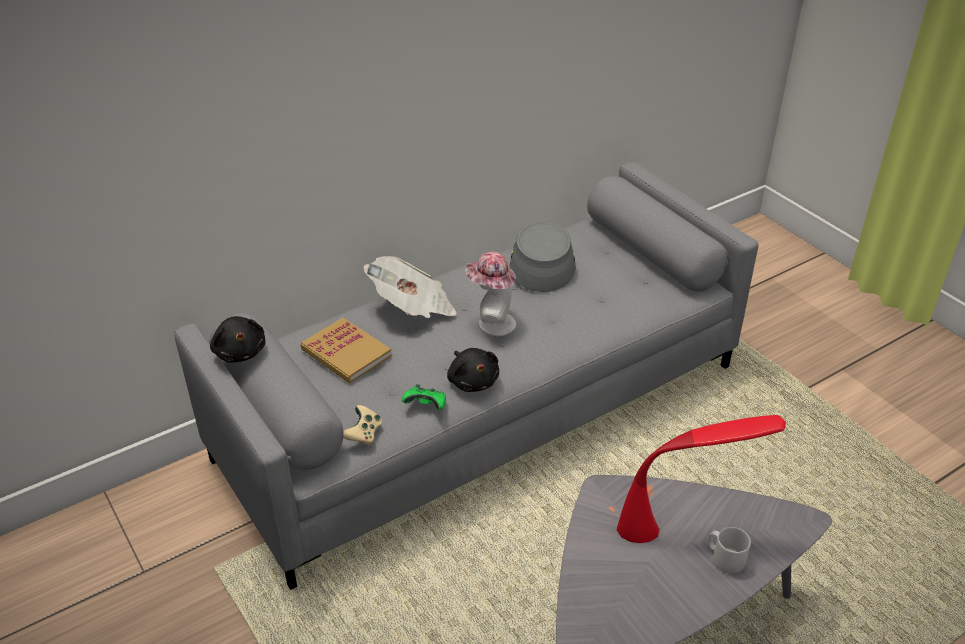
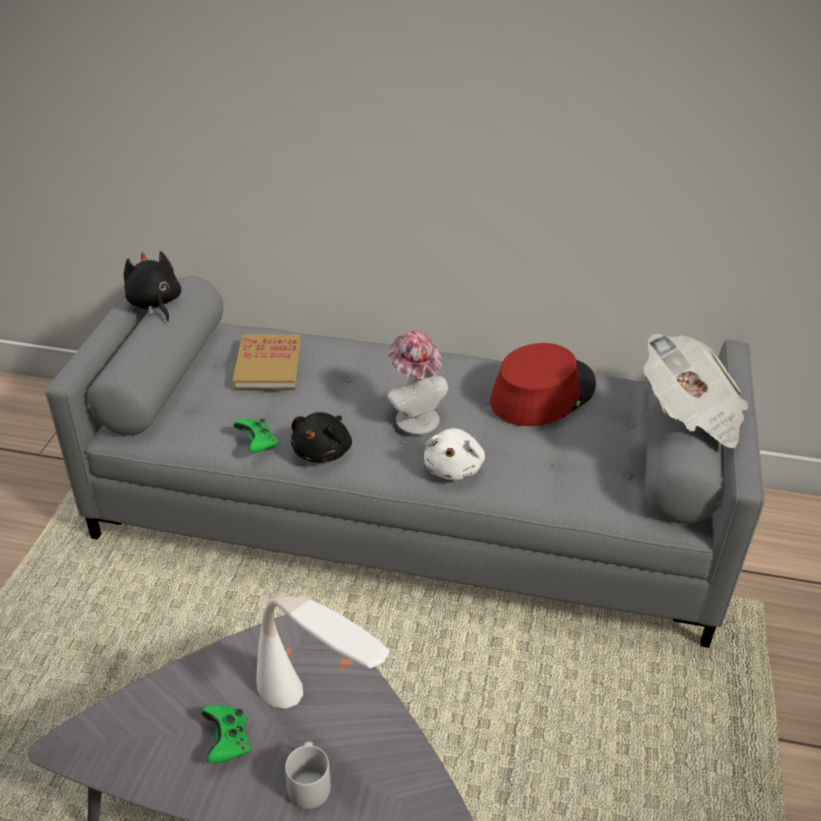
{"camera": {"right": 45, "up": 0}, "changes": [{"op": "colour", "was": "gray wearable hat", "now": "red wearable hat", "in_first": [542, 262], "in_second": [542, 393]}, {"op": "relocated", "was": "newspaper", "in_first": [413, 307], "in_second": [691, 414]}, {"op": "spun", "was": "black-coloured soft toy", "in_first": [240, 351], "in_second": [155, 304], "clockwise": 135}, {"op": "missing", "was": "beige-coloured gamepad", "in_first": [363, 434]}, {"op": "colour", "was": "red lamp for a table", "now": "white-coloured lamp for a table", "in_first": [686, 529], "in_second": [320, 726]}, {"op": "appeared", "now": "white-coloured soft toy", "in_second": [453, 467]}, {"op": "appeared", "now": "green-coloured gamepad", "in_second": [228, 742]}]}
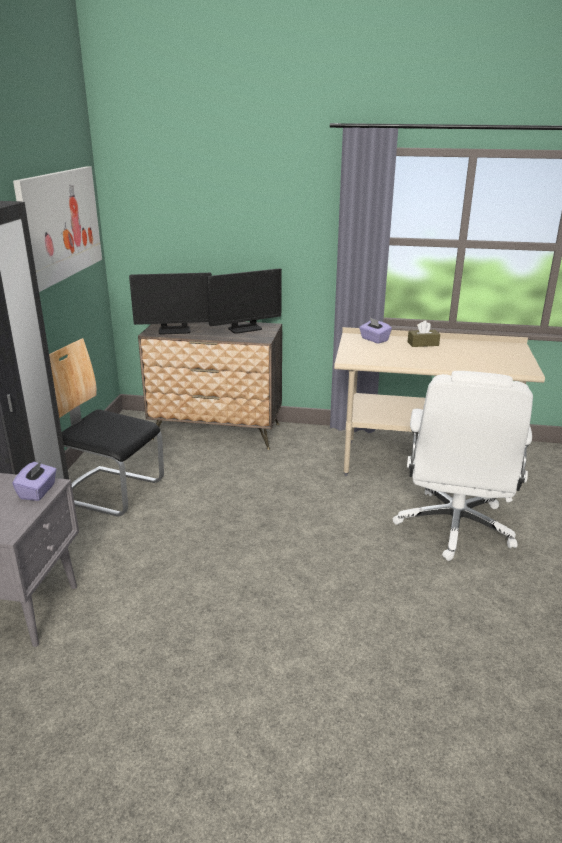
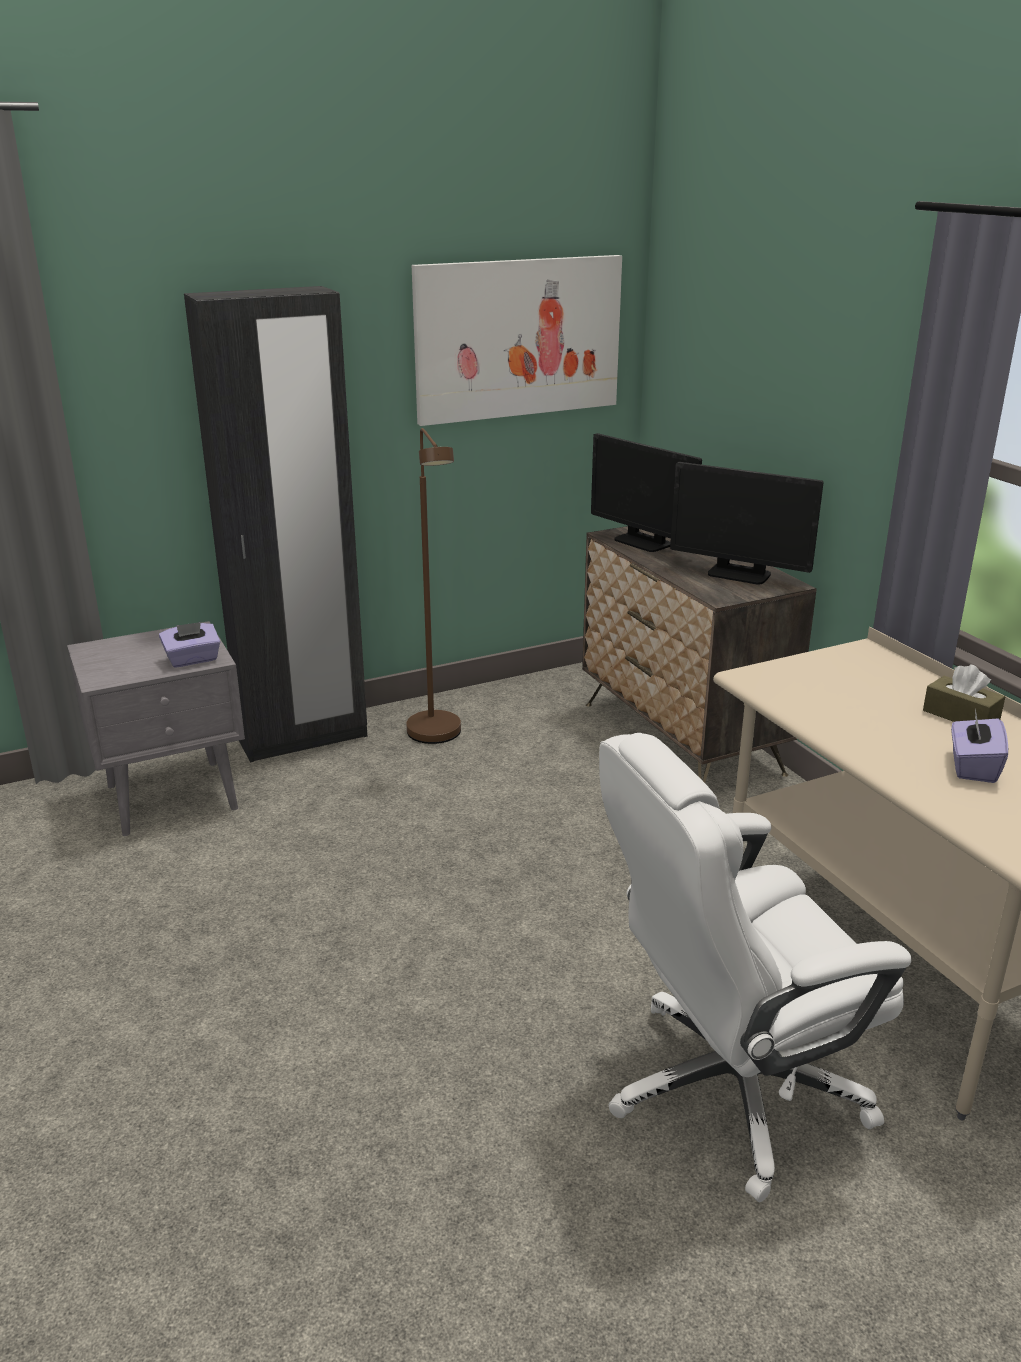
{"camera": {"right": 55, "up": 0}, "changes": [{"op": "relocated", "was": "purple box of tissues", "in_first": [374, 339], "in_second": [972, 767]}, {"op": "exchanged", "was": "chair", "now": "brownish floor lamp", "in_first": [111, 491], "in_second": [437, 738]}]}
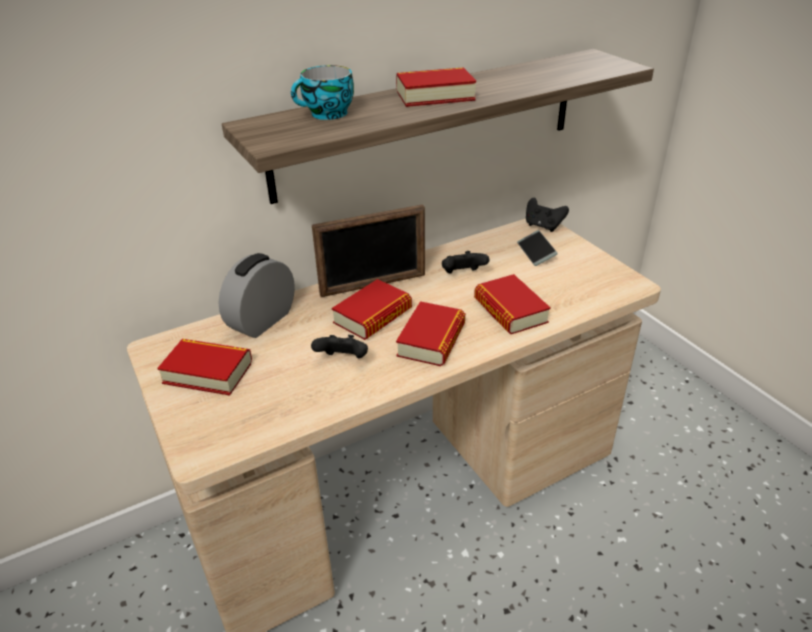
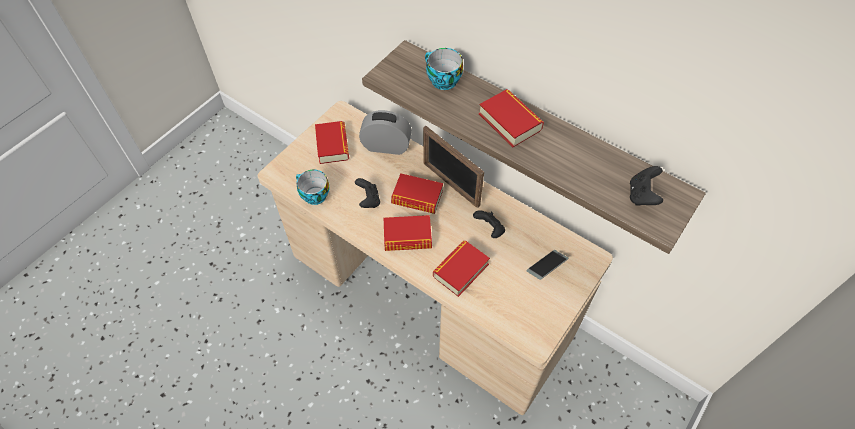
{"camera": {"right": 65, "up": 20}, "changes": [{"op": "relocated", "was": "black-coloured gamepad", "in_first": [543, 226], "in_second": [642, 195]}, {"op": "appeared", "now": "drinking cup", "in_second": [313, 196]}]}
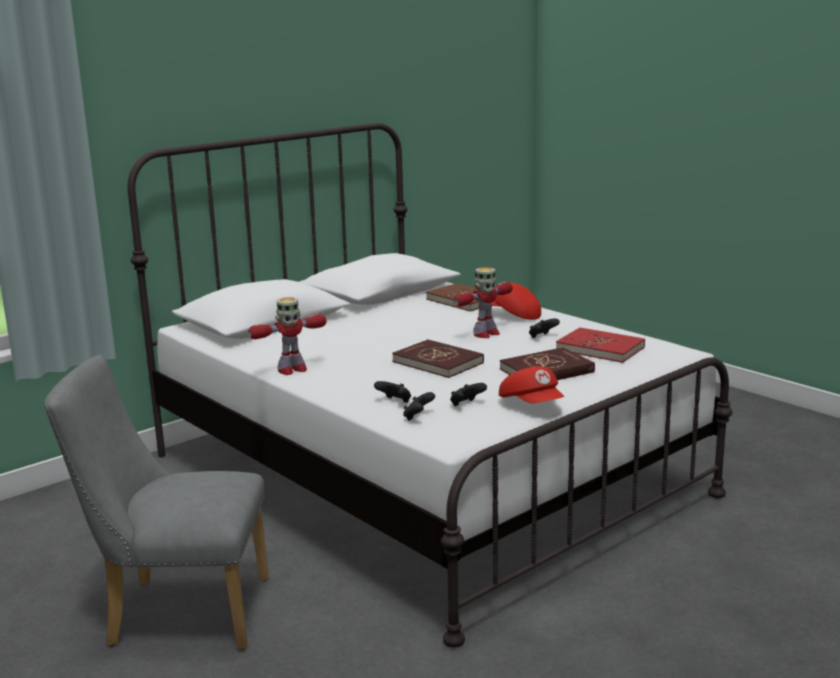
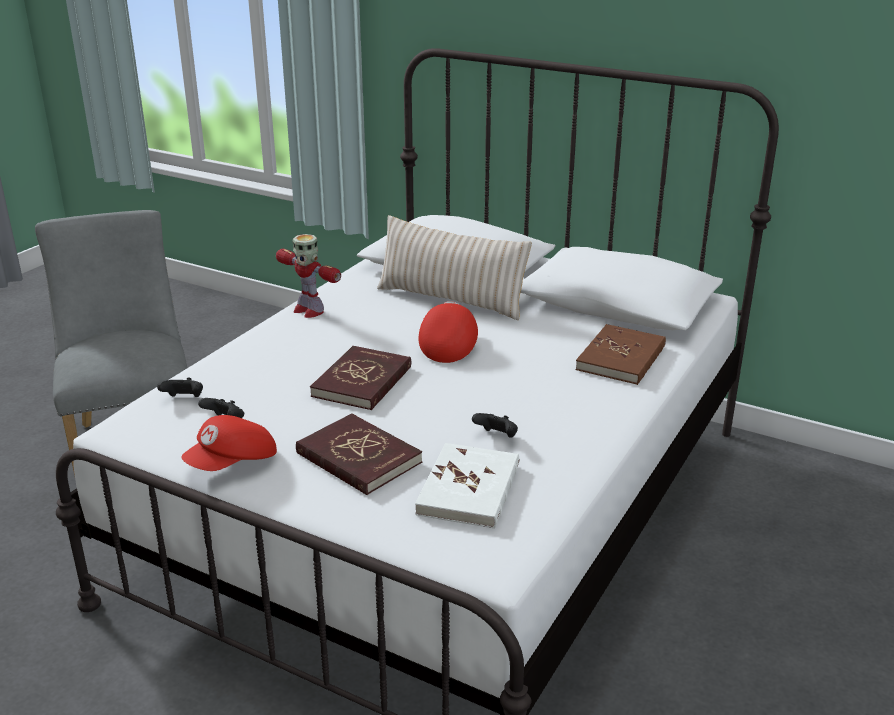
{"camera": {"right": 70, "up": 10}, "changes": [{"op": "missing", "was": "model robot", "in_first": [485, 334]}, {"op": "relocated", "was": "red peaked cap", "in_first": [512, 315], "in_second": [448, 345]}, {"op": "colour", "was": "red bound book", "now": "white-coloured bound book", "in_first": [600, 349], "in_second": [469, 489]}, {"op": "missing", "was": "black-coloured gamepad", "in_first": [395, 402]}, {"op": "appeared", "now": "beige-coloured cushion", "in_second": [451, 299]}]}
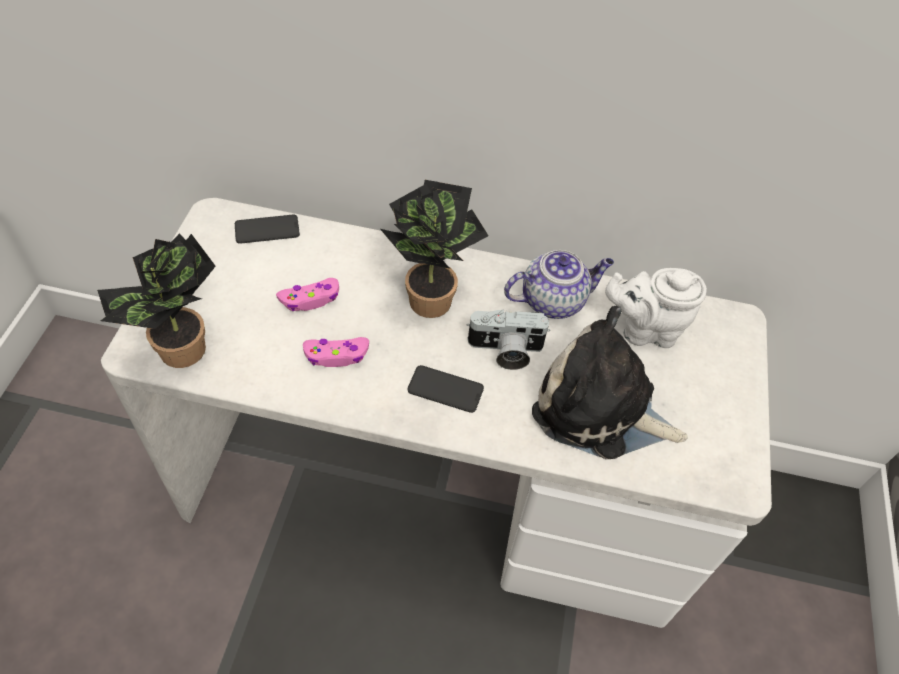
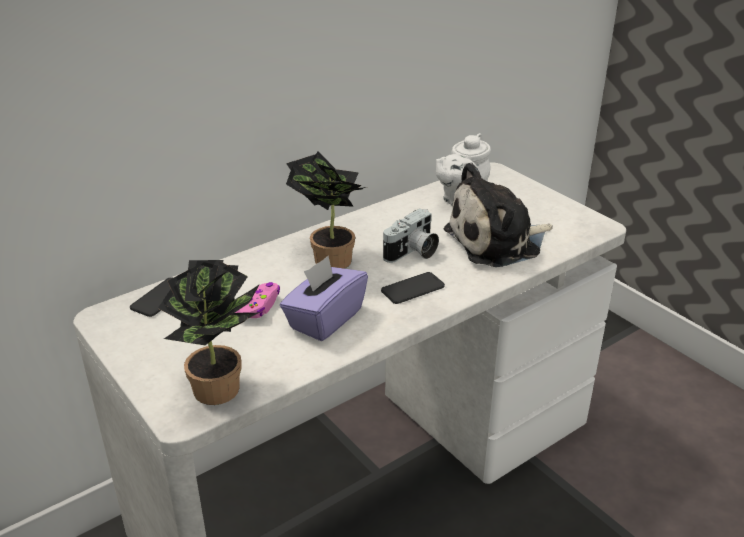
{"camera": {"right": -45, "up": -20}, "changes": [{"op": "missing", "was": "tea pot", "in_first": [553, 300]}, {"op": "exchanged", "was": "pinkish gamepad", "now": "purple box of tissues", "in_first": [336, 355], "in_second": [325, 319]}]}
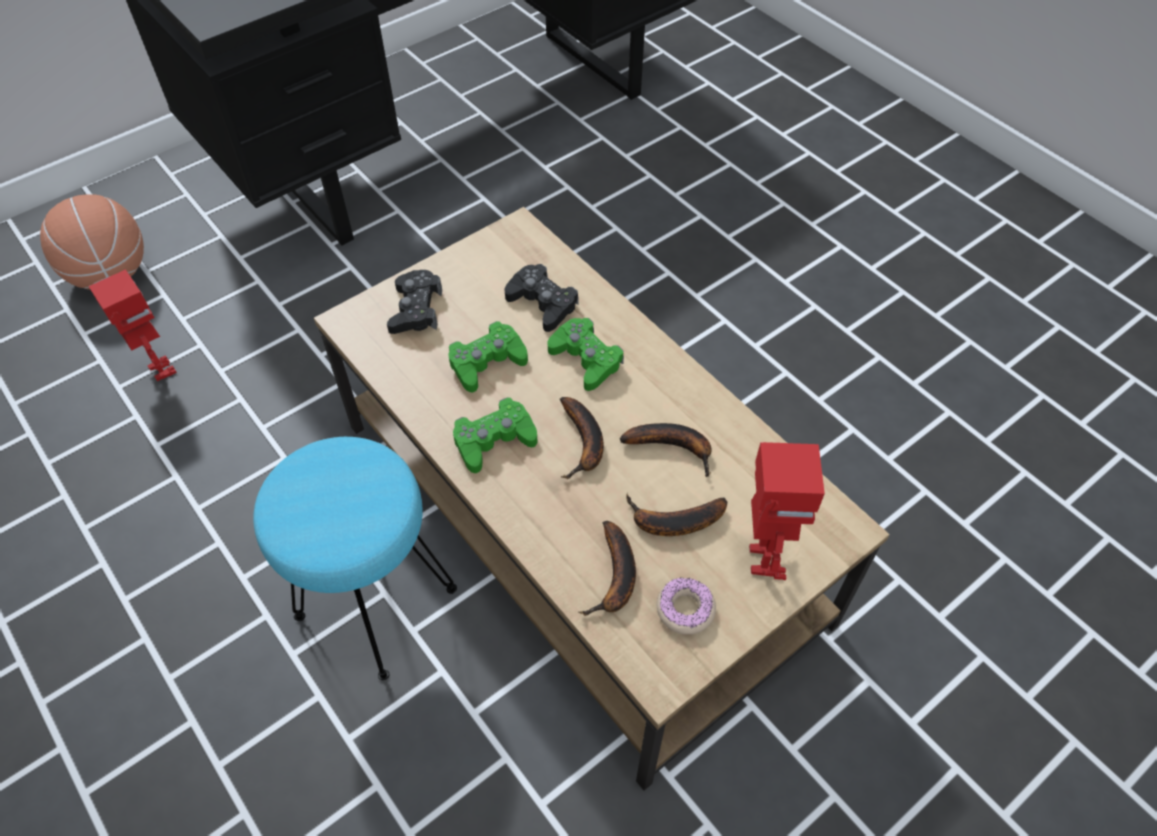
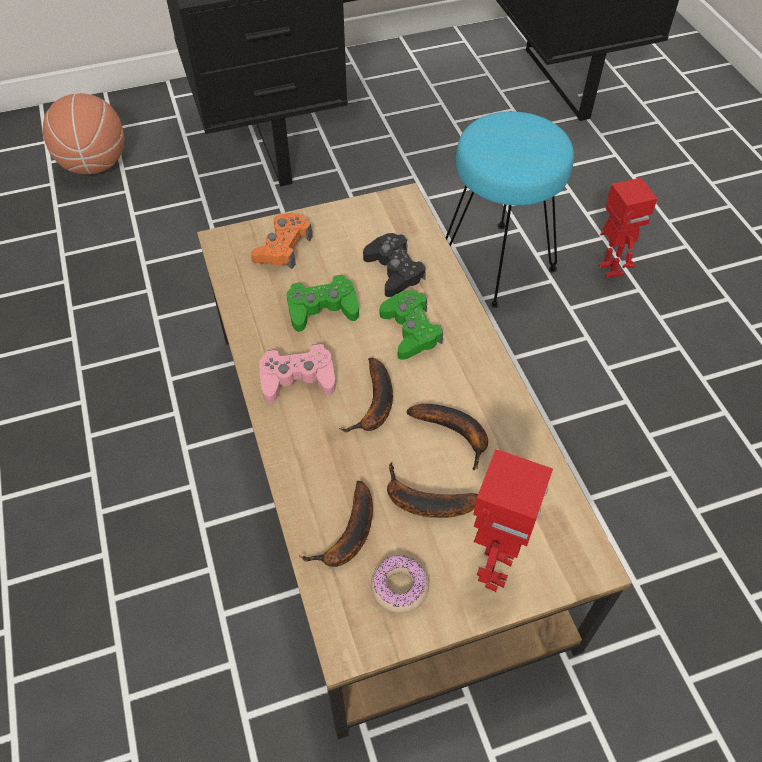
{"camera": {"right": 20, "up": 0}, "changes": [{"op": "relocated", "was": "model robot", "in_first": [160, 370], "in_second": [609, 270]}, {"op": "colour", "was": "black-coloured gamepad", "now": "orangey gamepad", "in_first": [416, 309], "in_second": [283, 247]}, {"op": "colour", "was": "green-coloured gamepad", "now": "pinkish gamepad", "in_first": [494, 440], "in_second": [297, 379]}, {"op": "relocated", "was": "turquoise stool seat", "in_first": [375, 605], "in_second": [496, 264]}]}
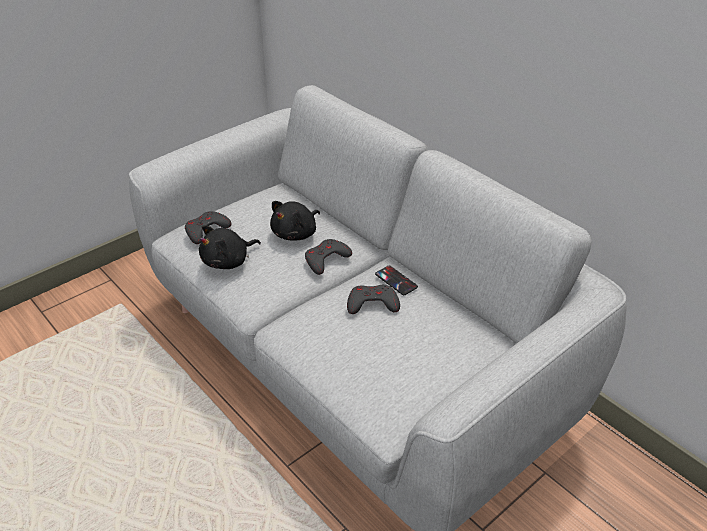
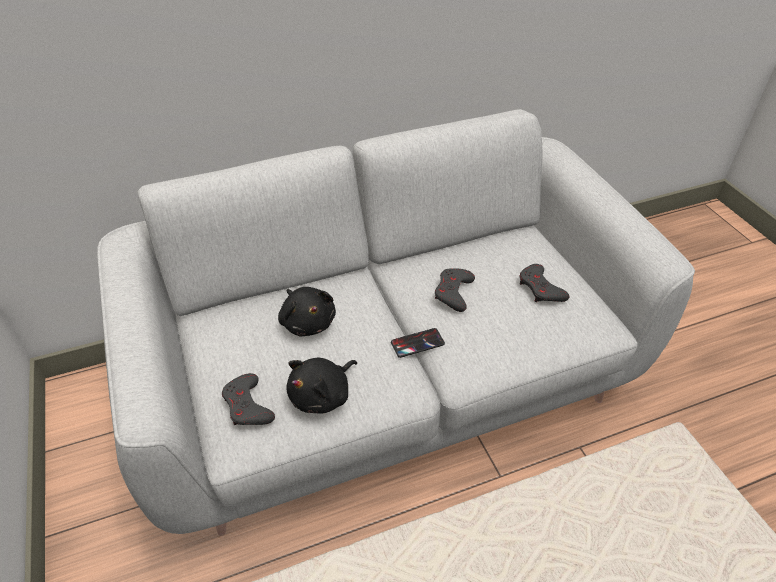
{"camera": {"right": -70, "up": 5}, "changes": [{"op": "spun", "was": "black-coloured soft toy", "in_first": [228, 261], "in_second": [323, 395], "clockwise": 60}, {"op": "relocated", "was": "gray gamepad", "in_first": [326, 259], "in_second": [540, 288]}, {"op": "relocated", "was": "handset", "in_first": [396, 280], "in_second": [417, 343]}]}
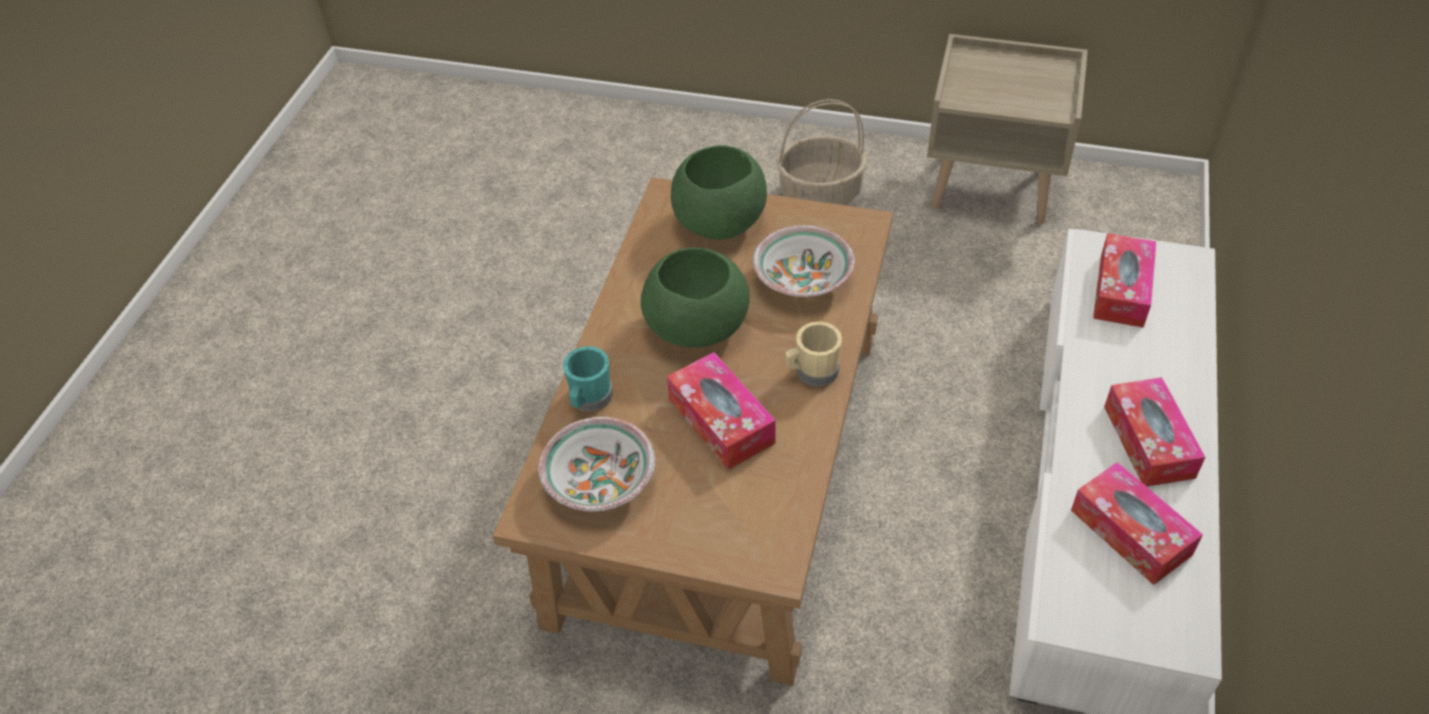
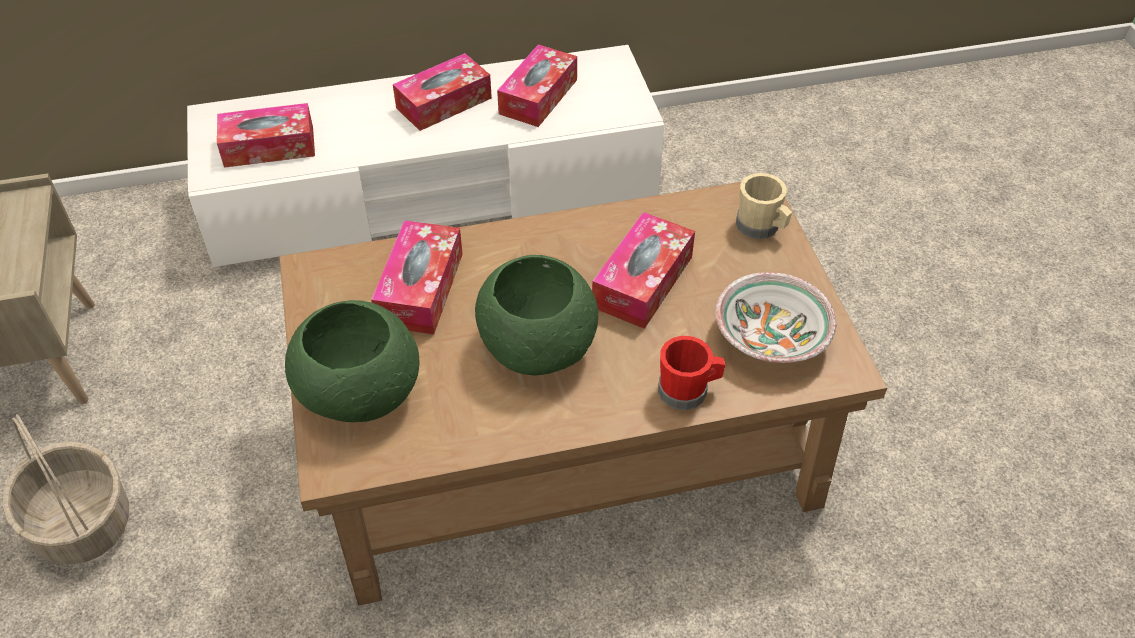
{"camera": {"right": -120, "up": 0}, "changes": [{"op": "exchanged", "was": "serving bowl", "now": "box of tissues", "in_first": [804, 279], "in_second": [420, 289]}, {"op": "relocated", "was": "beige-coloured coffee mug", "in_first": [812, 372], "in_second": [761, 227]}, {"op": "colour", "was": "turquoise coffee mug", "now": "red coffee mug", "in_first": [589, 399], "in_second": [688, 390]}]}
